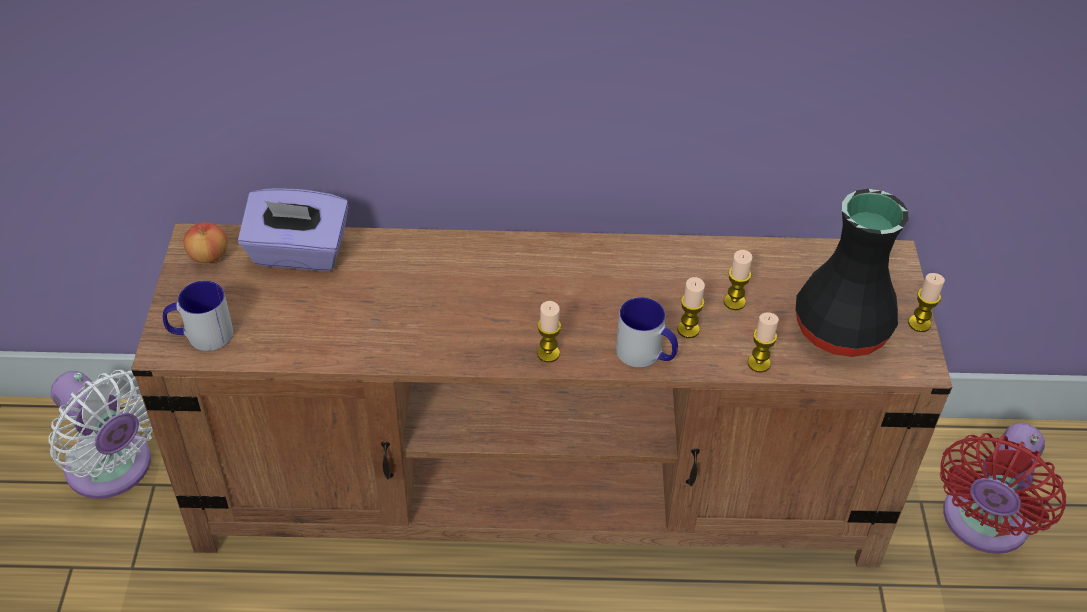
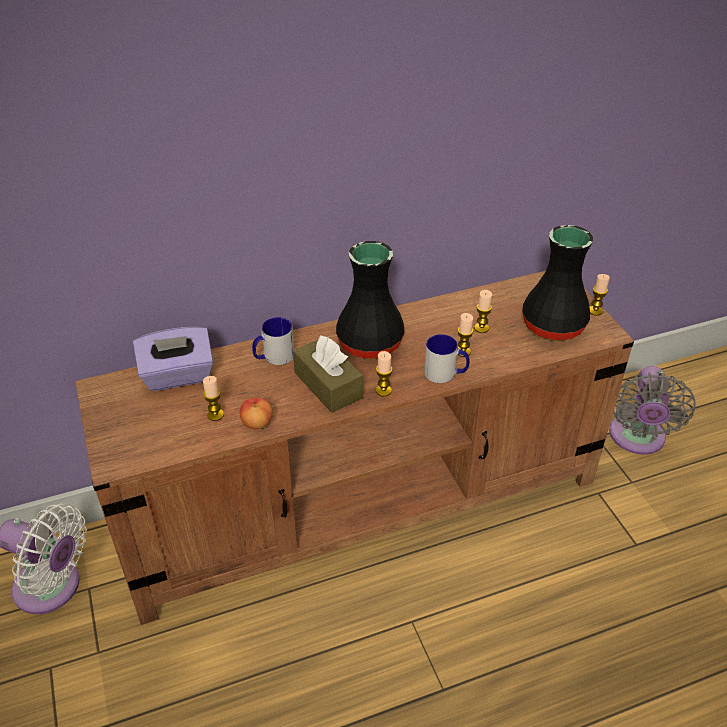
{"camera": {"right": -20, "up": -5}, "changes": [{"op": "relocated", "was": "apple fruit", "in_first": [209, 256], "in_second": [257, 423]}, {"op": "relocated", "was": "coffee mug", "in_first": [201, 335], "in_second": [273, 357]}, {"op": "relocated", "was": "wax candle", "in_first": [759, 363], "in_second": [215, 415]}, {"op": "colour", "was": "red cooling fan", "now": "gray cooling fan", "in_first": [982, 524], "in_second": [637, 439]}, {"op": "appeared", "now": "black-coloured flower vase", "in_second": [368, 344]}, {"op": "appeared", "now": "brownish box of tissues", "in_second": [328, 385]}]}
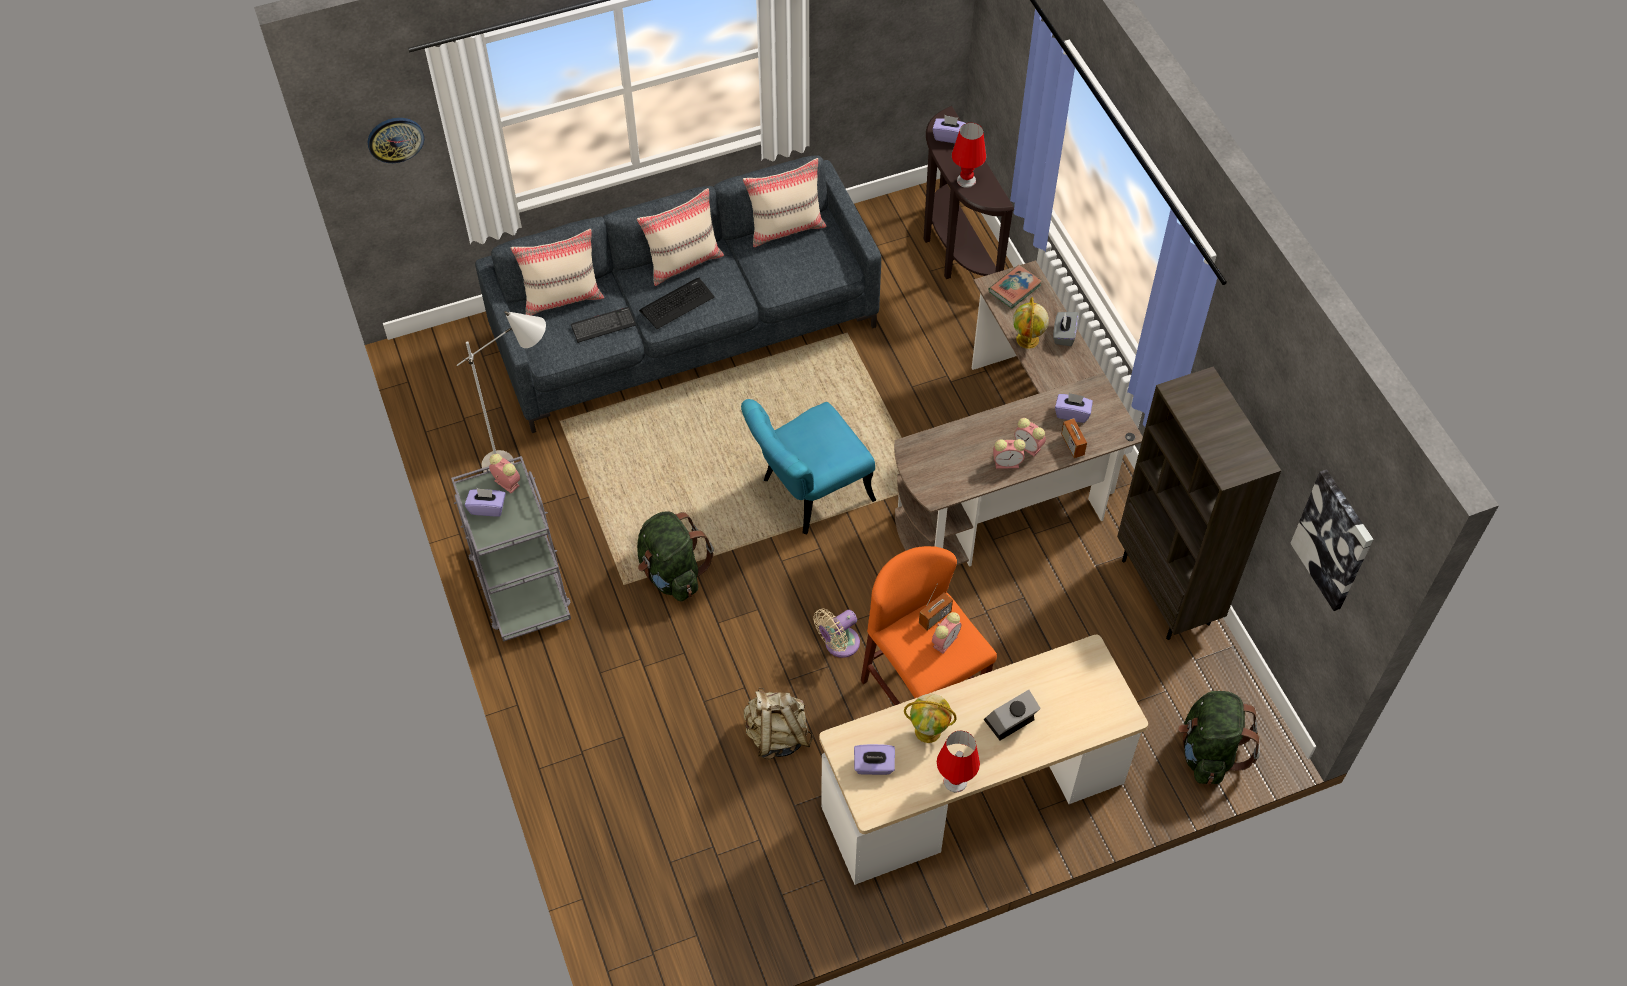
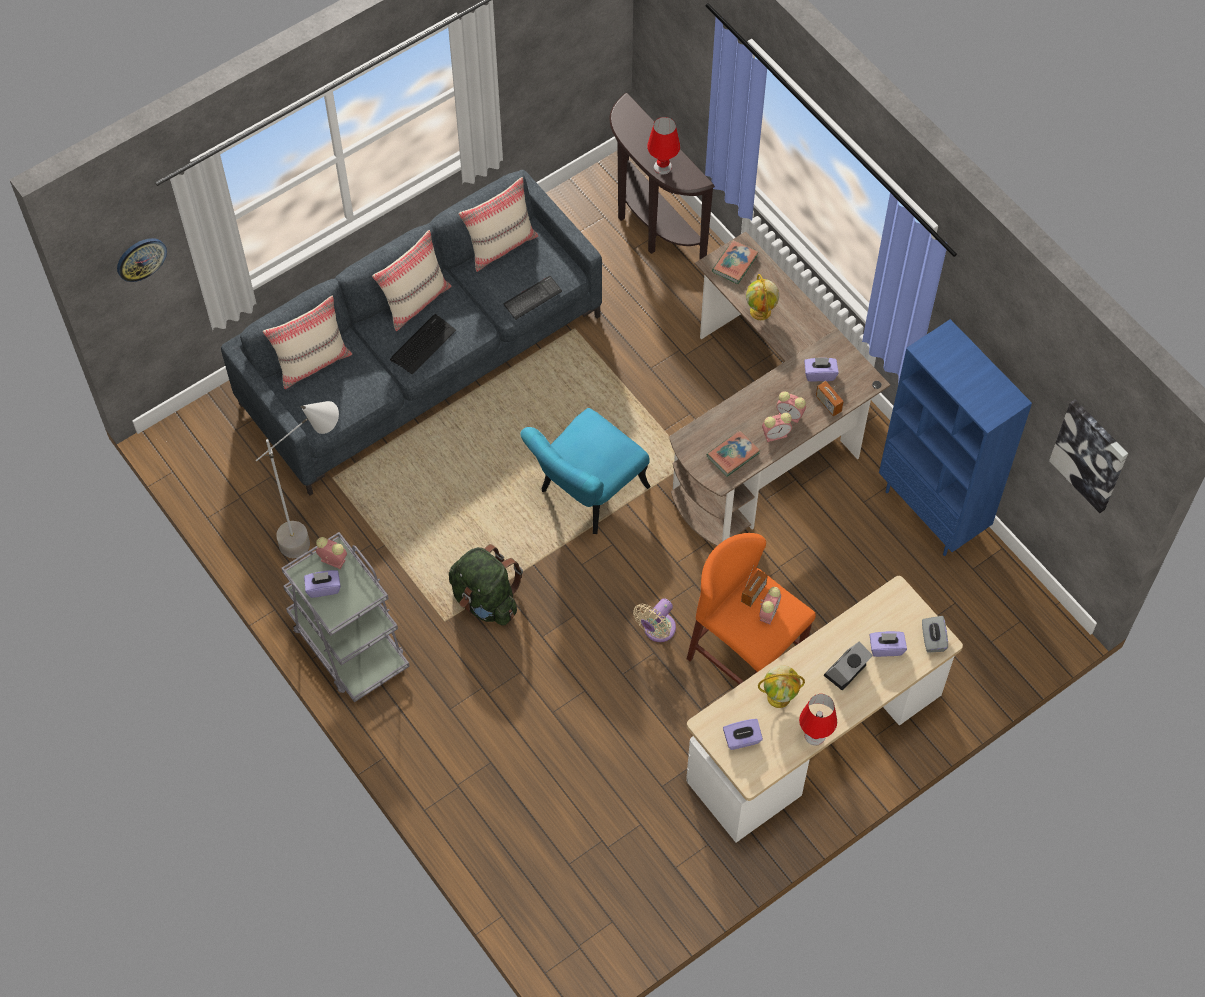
{"camera": {"right": -15, "up": 5}, "changes": [{"op": "relocated", "was": "purple box of tissues", "in_first": [949, 136], "in_second": [886, 648]}, {"op": "relocated", "was": "keyboard", "in_first": [603, 326], "in_second": [532, 298]}, {"op": "relocated", "was": "gray box of tissues", "in_first": [1064, 335], "in_second": [932, 639]}, {"op": "colour", "was": "brownish bookshelf", "now": "bluish bookshelf", "in_first": [1167, 592], "in_second": [933, 512]}, {"op": "missing", "was": "beige-coloured backpack", "in_first": [777, 735]}, {"op": "missing", "was": "green-coloured backpack", "in_first": [1208, 751]}, {"op": "appeared", "now": "bound book", "in_second": [733, 455]}]}
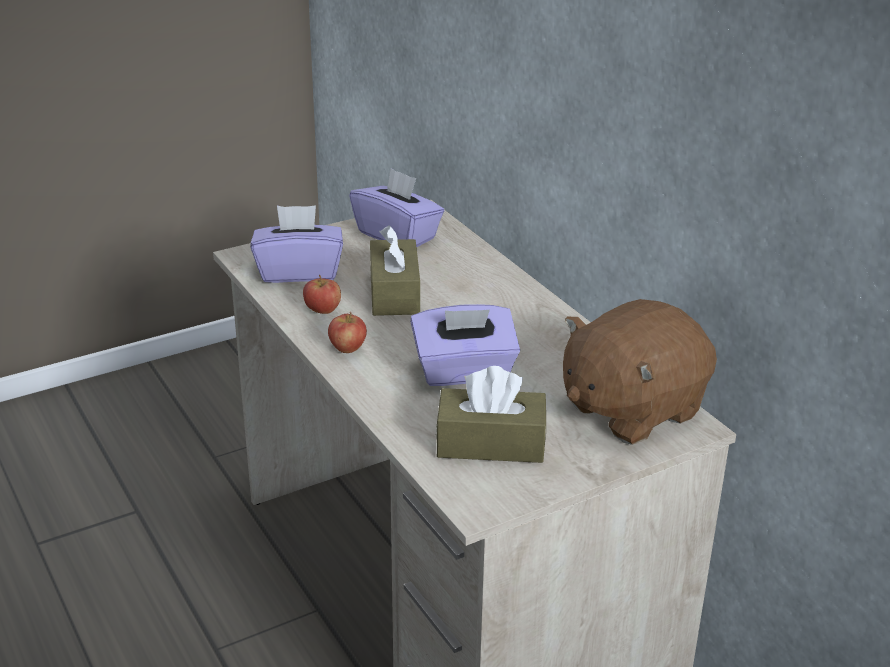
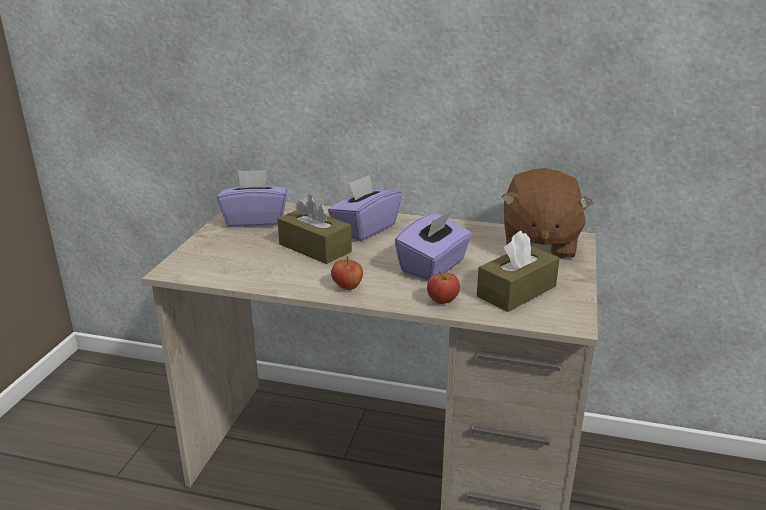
{"camera": {"right": -45, "up": -5}, "changes": [{"op": "relocated", "was": "purple box of tissues", "in_first": [299, 272], "in_second": [365, 229]}, {"op": "relocated", "was": "apple fruit", "in_first": [323, 310], "in_second": [442, 301]}]}
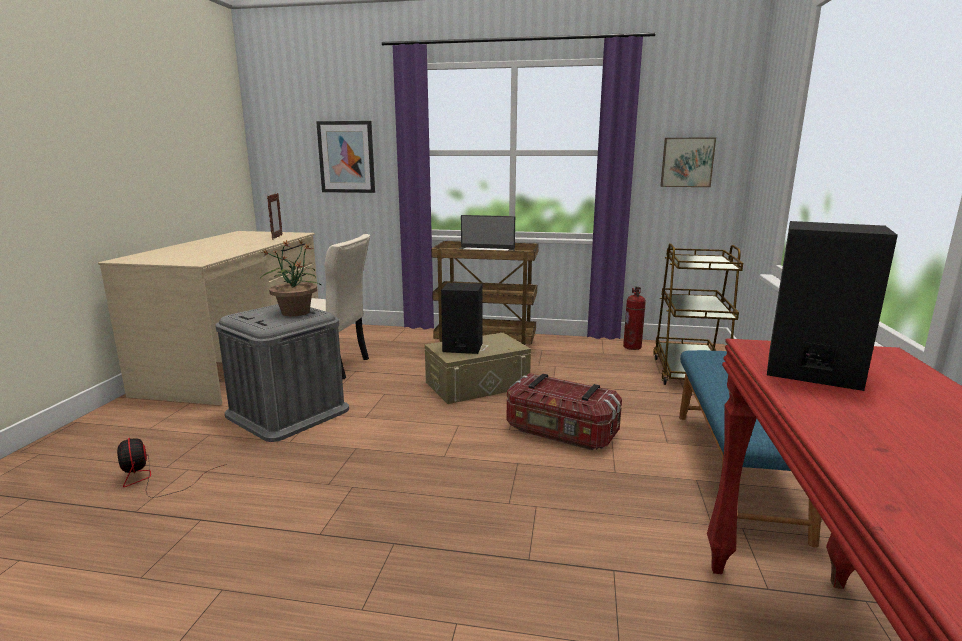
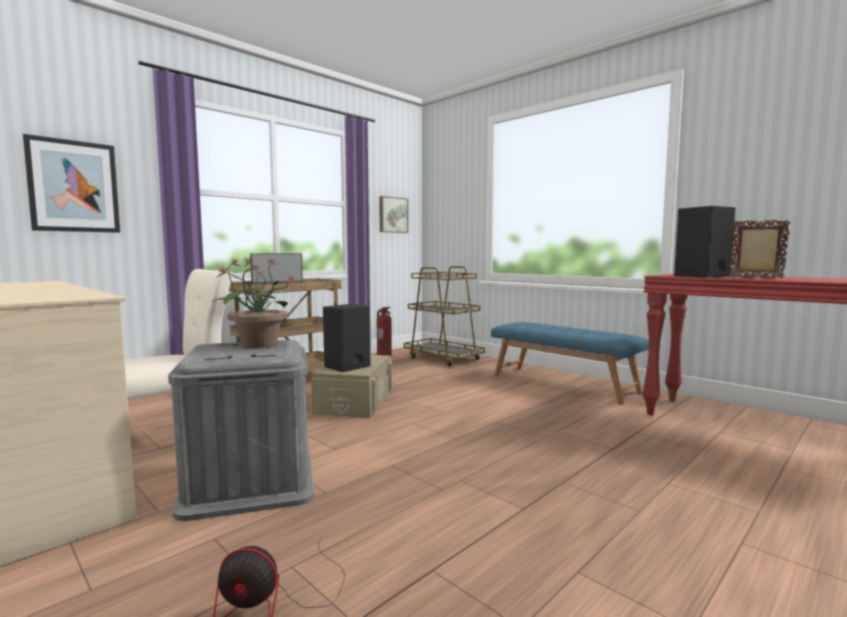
{"camera": {"right": -55, "up": -10}, "changes": [{"op": "relocated", "was": "photo frame", "in_first": [277, 237], "in_second": [756, 278]}, {"op": "missing", "was": "storage container", "in_first": [560, 433]}]}
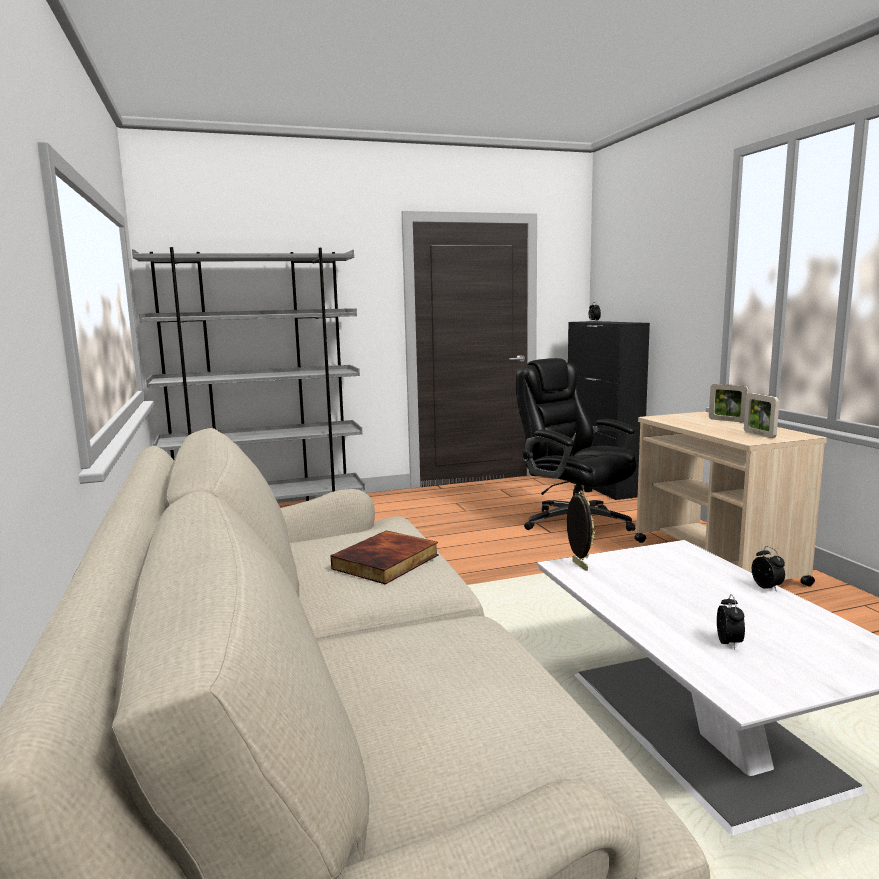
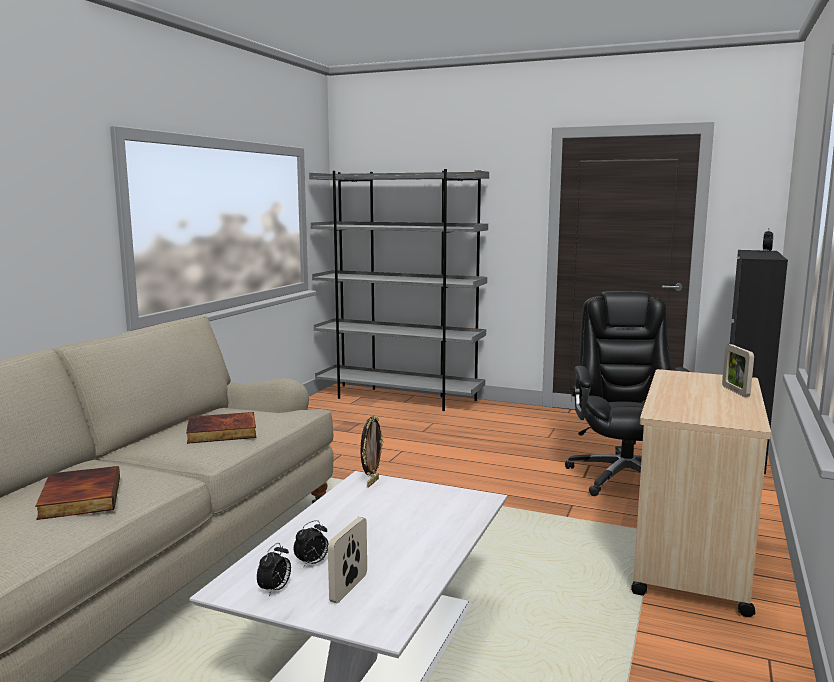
{"camera": {"right": 40, "up": 0}, "changes": [{"op": "relocated", "was": "photo frame", "in_first": [759, 434], "in_second": [349, 588]}, {"op": "relocated", "was": "table clock", "in_first": [767, 588], "in_second": [275, 590]}, {"op": "appeared", "now": "bound book", "in_second": [78, 497]}]}
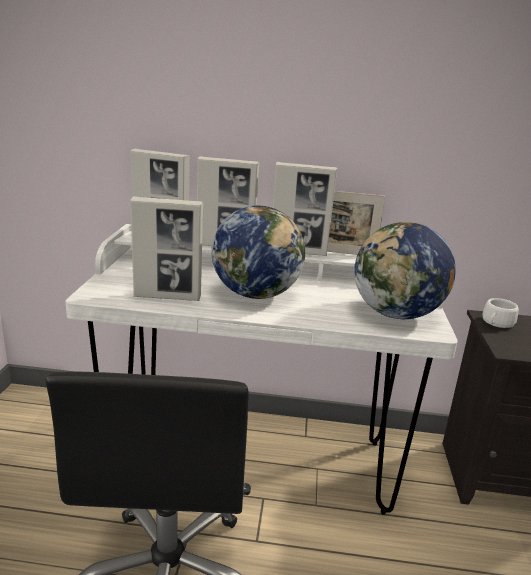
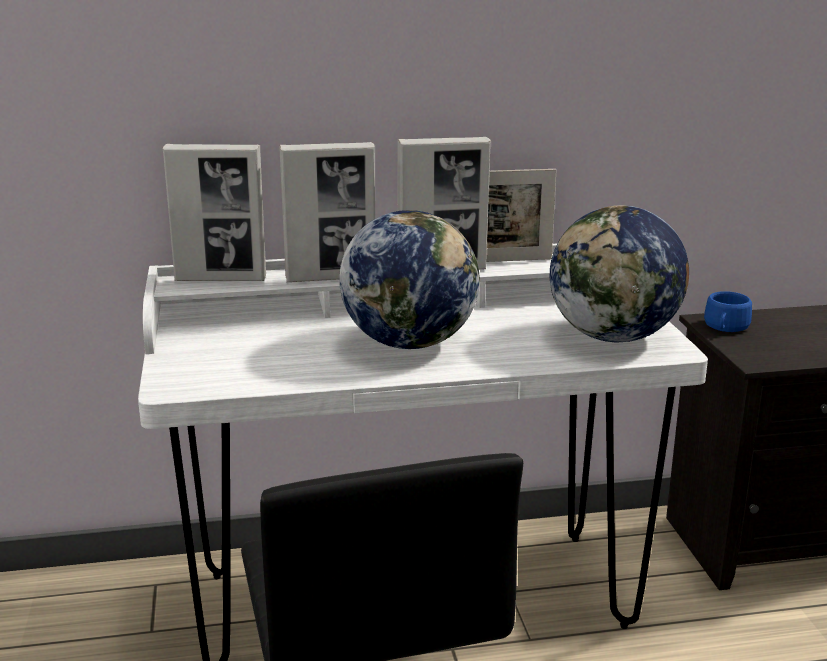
{"camera": {"right": -15, "up": 0}, "changes": [{"op": "missing", "was": "photo frame", "in_first": [168, 297]}, {"op": "colour", "was": "white-coloured drinking cup", "now": "bluish drinking cup", "in_first": [496, 323], "in_second": [725, 327]}]}
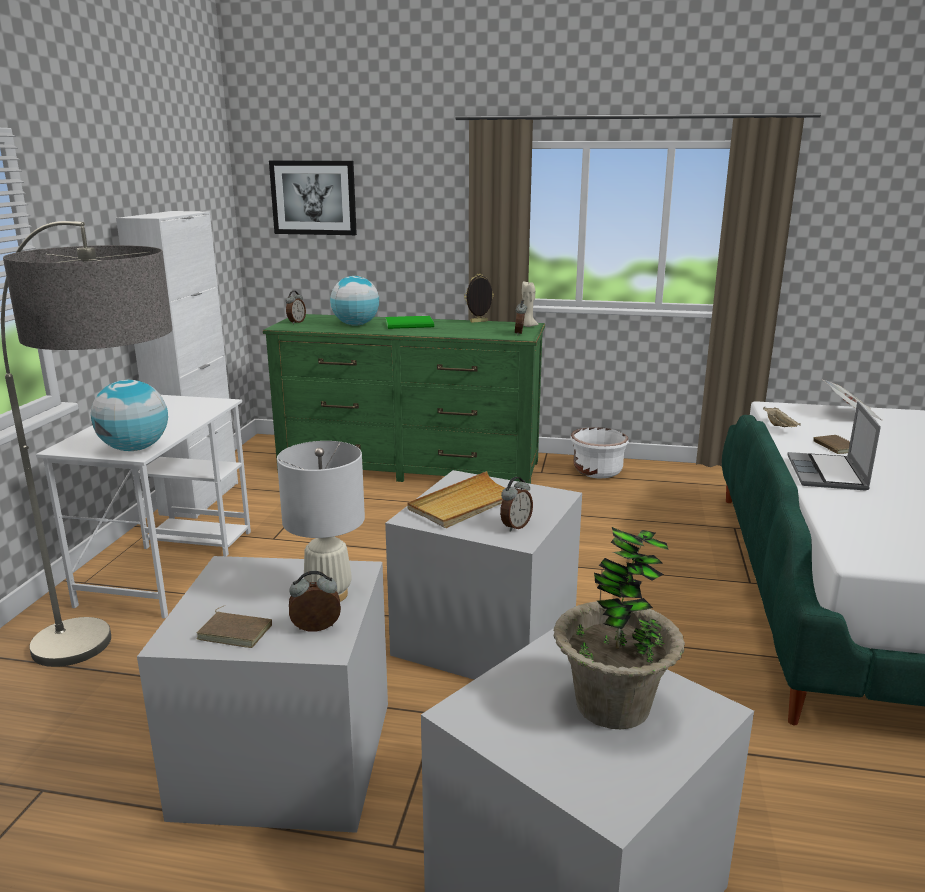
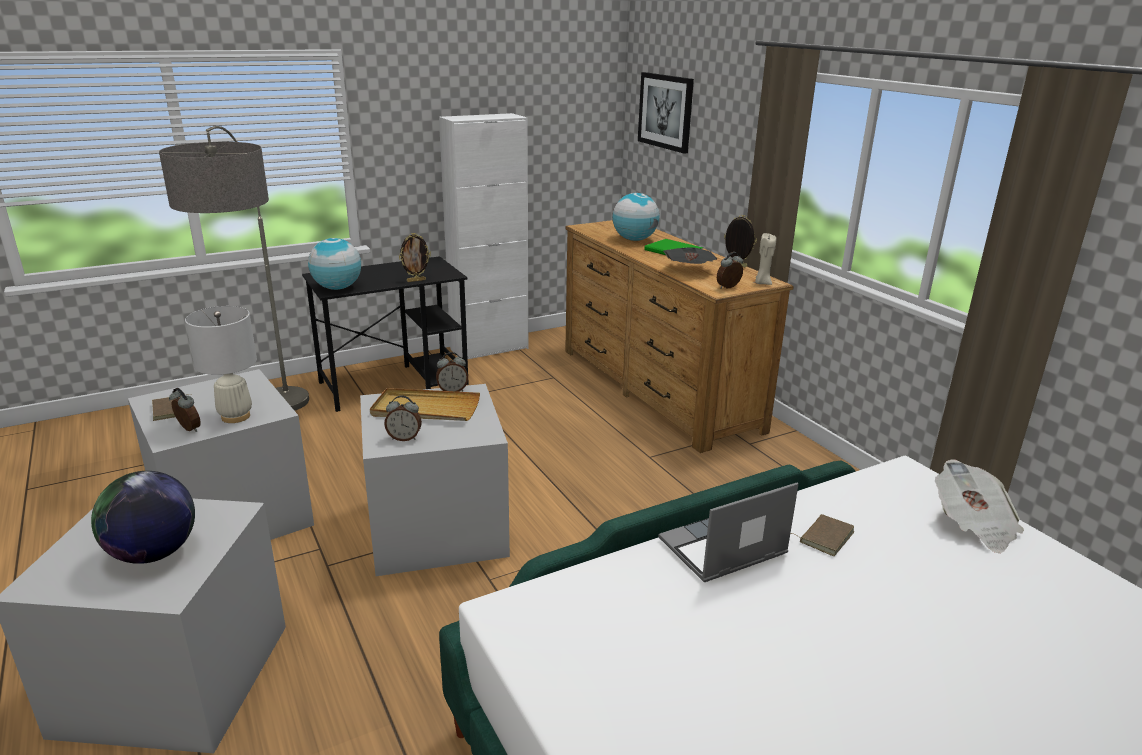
{"camera": {"right": 50, "up": 5}, "changes": [{"op": "relocated", "was": "table clock", "in_first": [296, 322], "in_second": [452, 391]}, {"op": "colour", "was": "green-coloured chest of drawers", "now": "brownish chest of drawers", "in_first": [410, 467], "in_second": [657, 388]}, {"op": "colour", "was": "white-coloured desk", "now": "black-coloured desk", "in_first": [170, 565], "in_second": [395, 383]}, {"op": "missing", "was": "beige-coloured tray", "in_first": [780, 427]}, {"op": "missing", "was": "white-coloured flower pot", "in_first": [597, 471]}, {"op": "exchanged", "was": "houseplant", "now": "world globe", "in_first": [613, 705], "in_second": [153, 553]}, {"op": "appeared", "now": "photo frame", "in_second": [416, 280]}, {"op": "appeared", "now": "newspaper", "in_second": [689, 270]}]}
